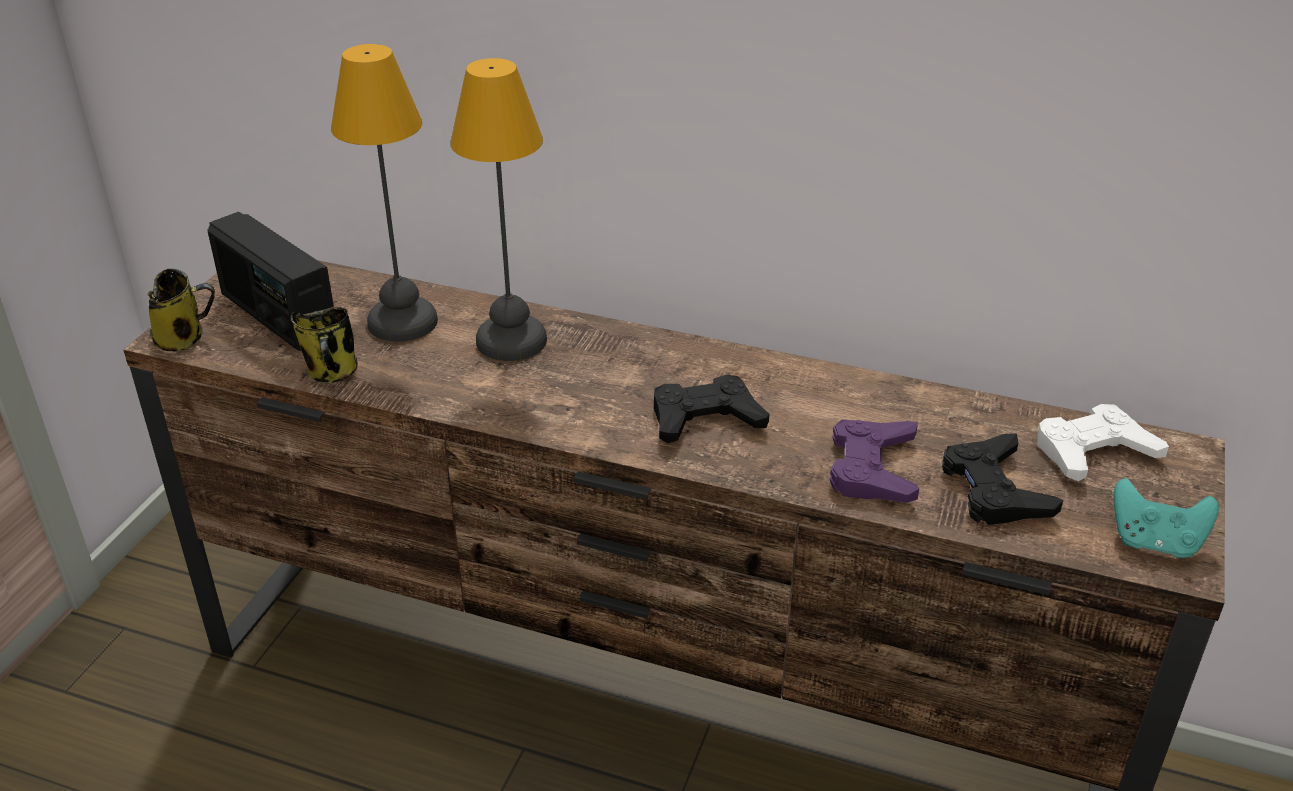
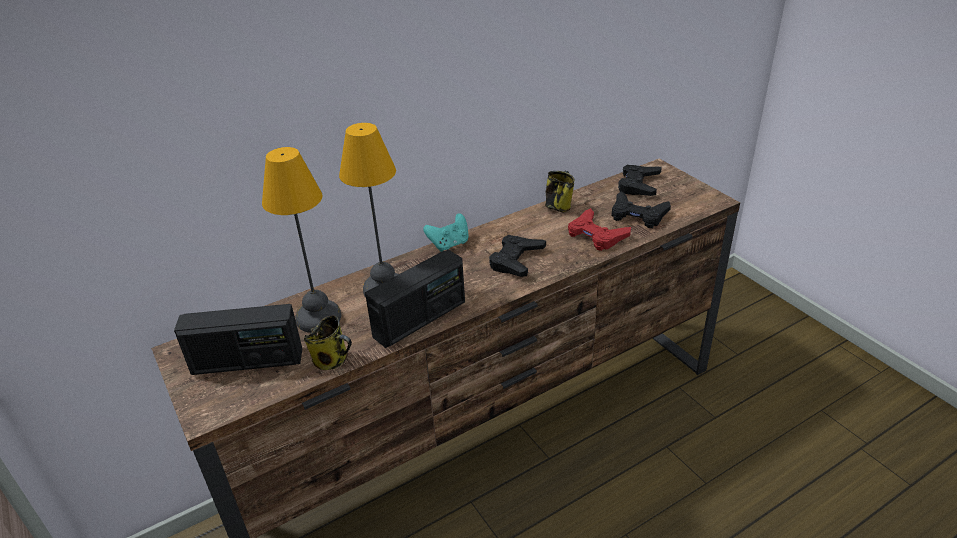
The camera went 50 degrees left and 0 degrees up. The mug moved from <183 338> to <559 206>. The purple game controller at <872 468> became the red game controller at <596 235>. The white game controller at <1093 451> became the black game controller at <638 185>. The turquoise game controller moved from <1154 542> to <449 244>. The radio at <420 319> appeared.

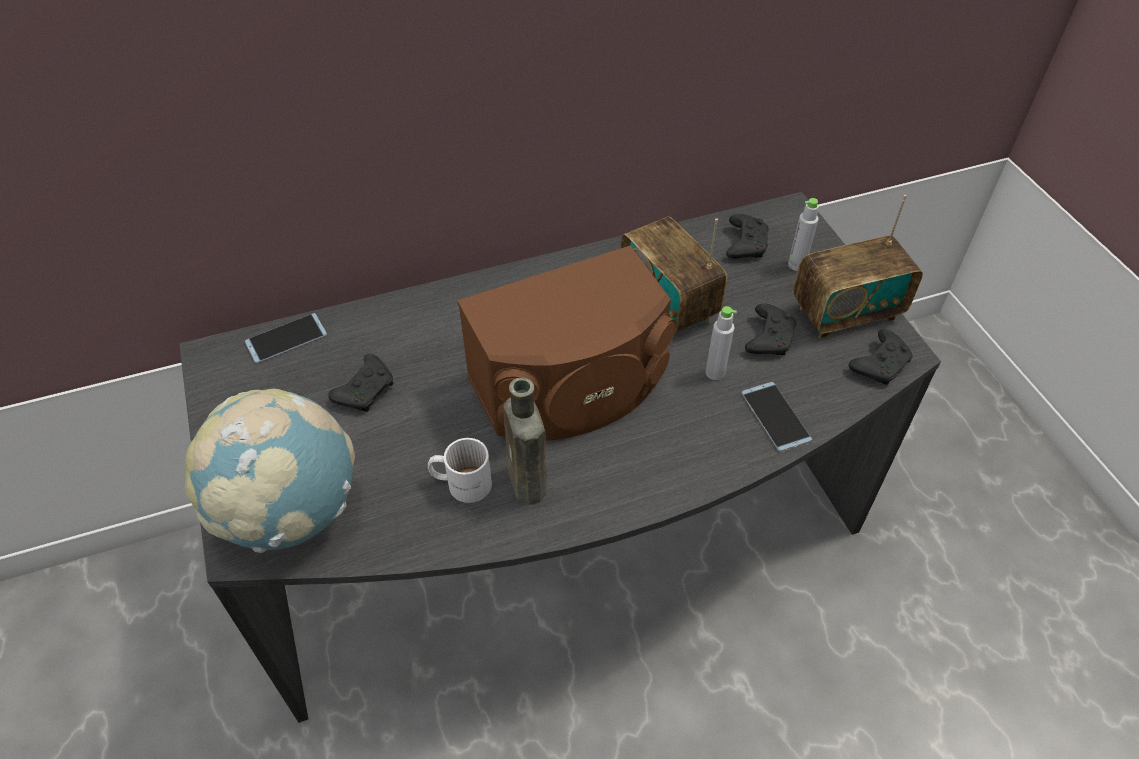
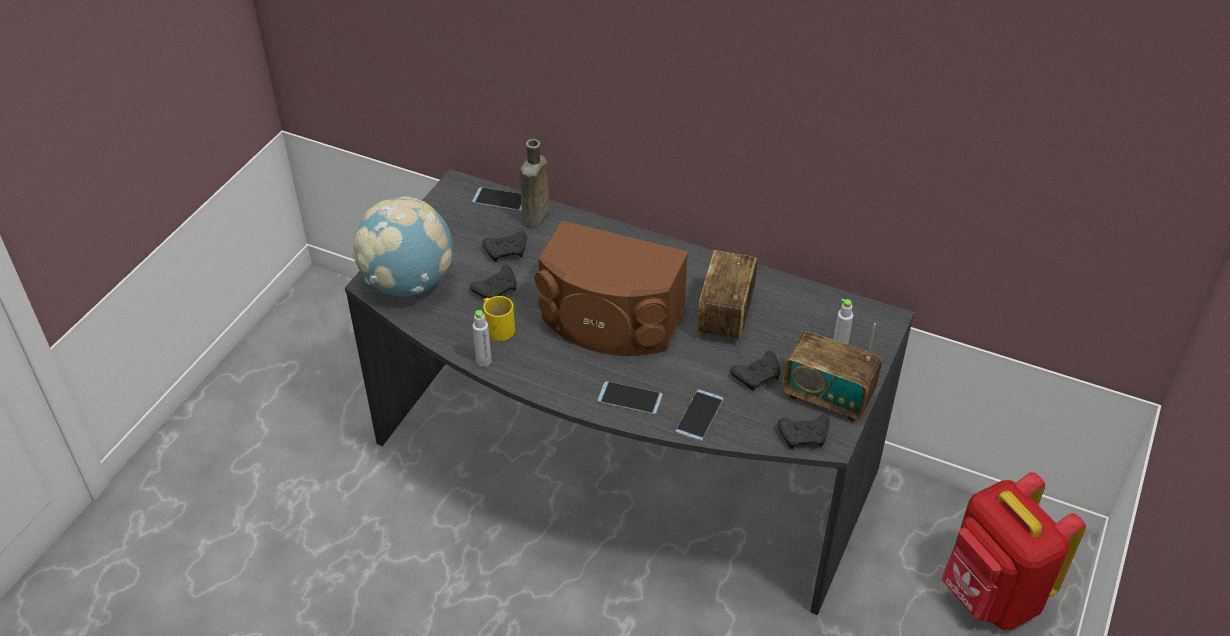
The camera went 45 degrees right and 5 degrees down. The white mug at <461 482> became the yellow mug at <498 326>. The brown bottle moved from <528 485> to <535 219>. The grey bottle moved from <715 372> to <484 361>. The black game controller moved from <745 244> to <497 289>. The phone at <630 398> appeared. The red backpack at <991 596> appeared.

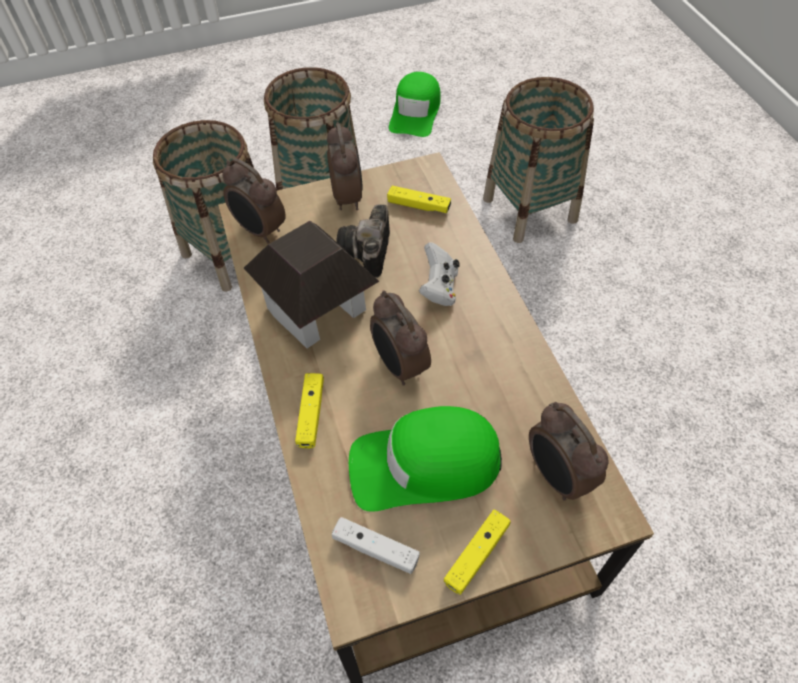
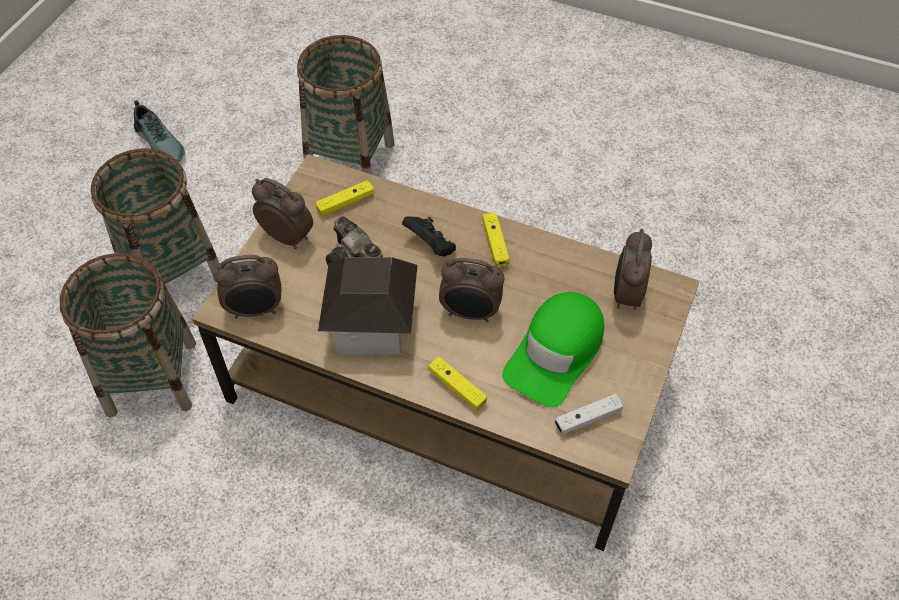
The camera went 50 degrees left and 0 degrees up. The green cap at <416 112> was replaced by the shoe at <161 143>. The white game controller at <439 288> became the black game controller at <431 246>. The yellow game controller moved from <476 555> to <495 244>. The alarm clock at <556 476> turned 90 degrees clockwise.

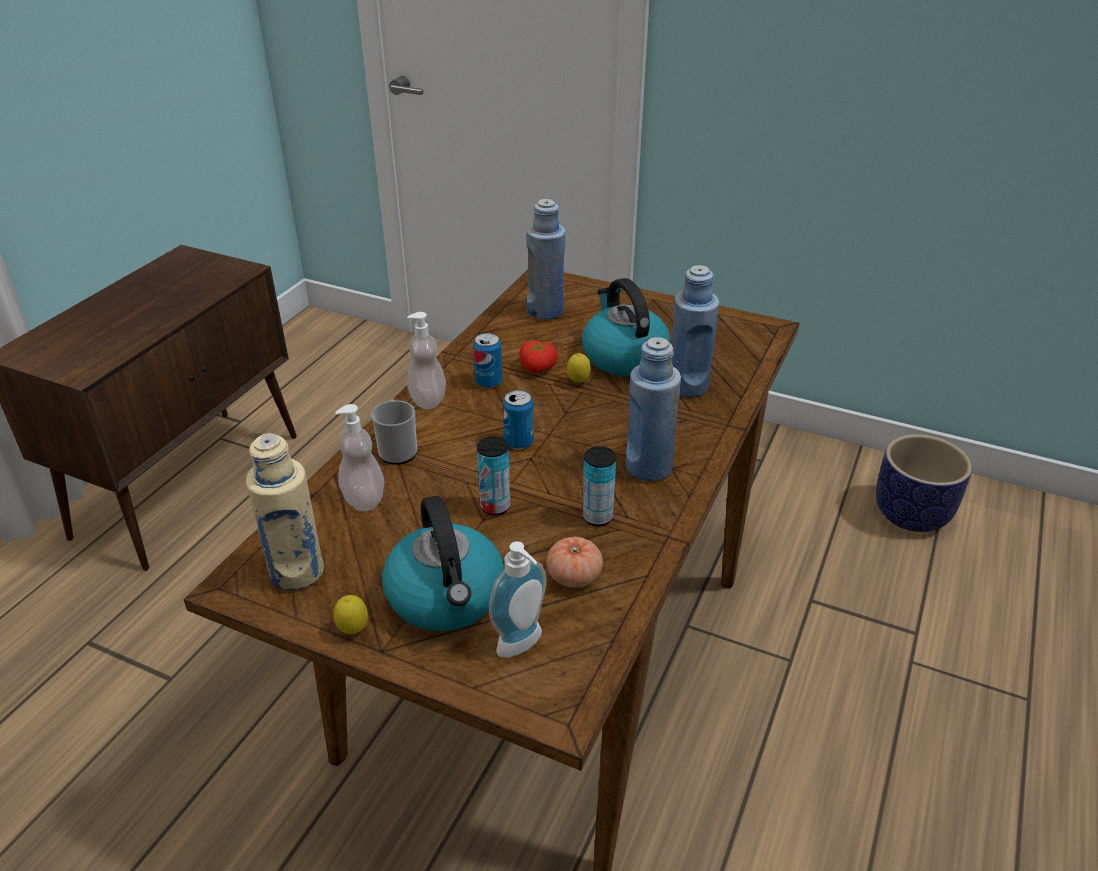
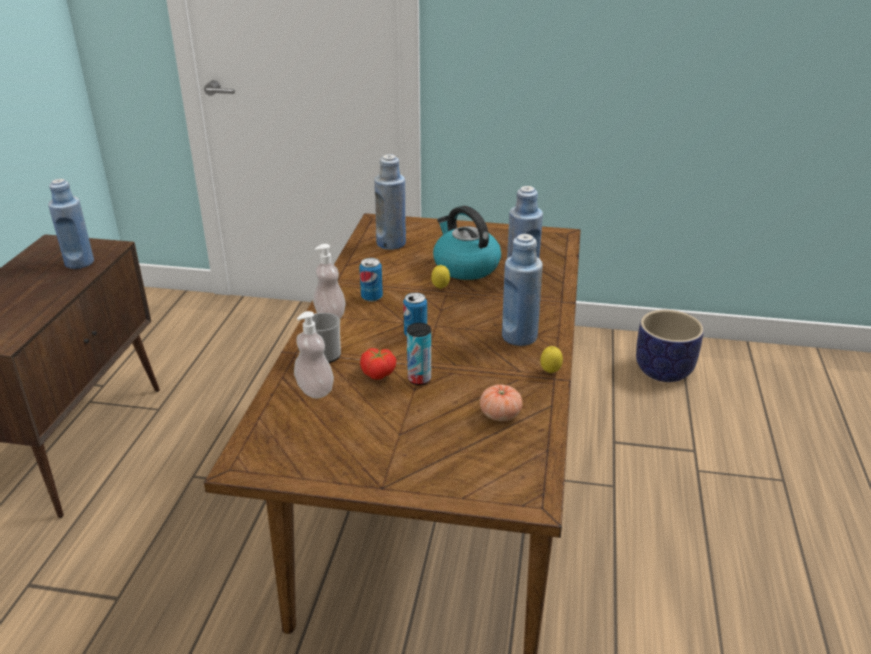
The camera went 15 degrees left and 5 degrees down. The beige bottle at <297 572> disappeared. The lemon moved from <353 631> to <550 372>. The kettle at <447 597> disappeared. The soap dispenser at <523 646> disappeared. The tomato moved from <538 368> to <379 373>. The can at <597 517> disappeared. The blue bottle at <79 263> appeared.

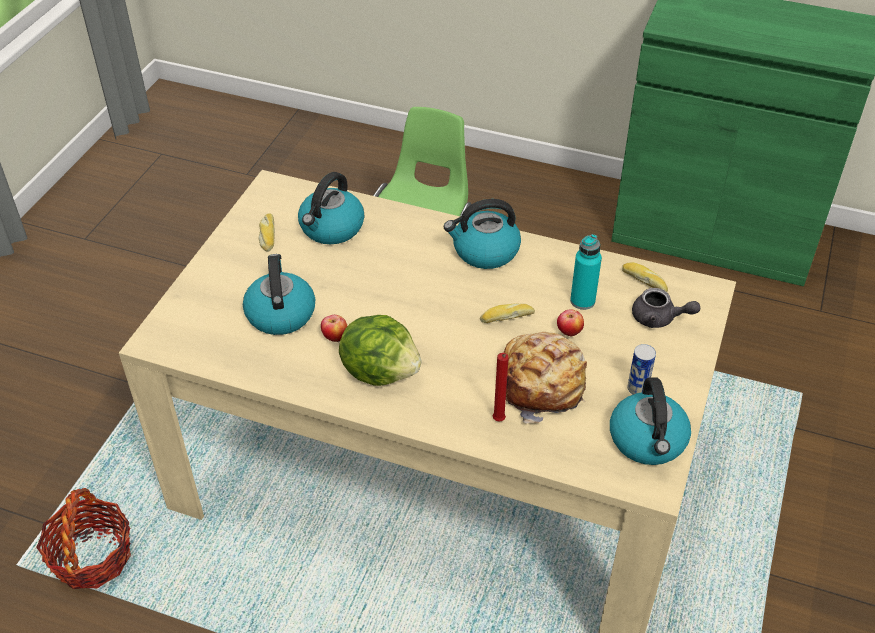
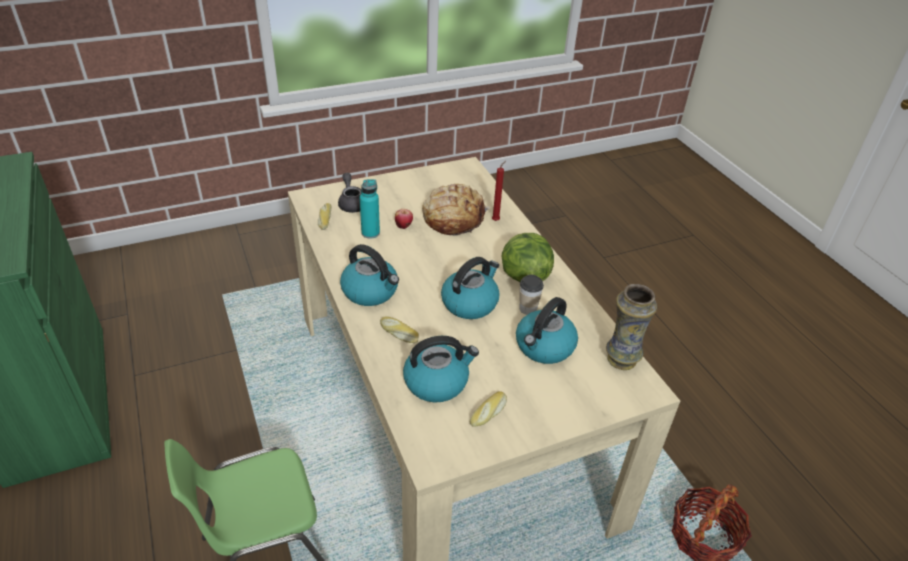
The camera went 135 degrees left and 5 degrees down. The apple at <335 338> was replaced by the cup at <528 308>. The bread moved from <506 317> to <398 333>. The kettle moved from <648 441> to <470 303>. The can at <637 388> disappeared. The vase at <621 359> appeared.

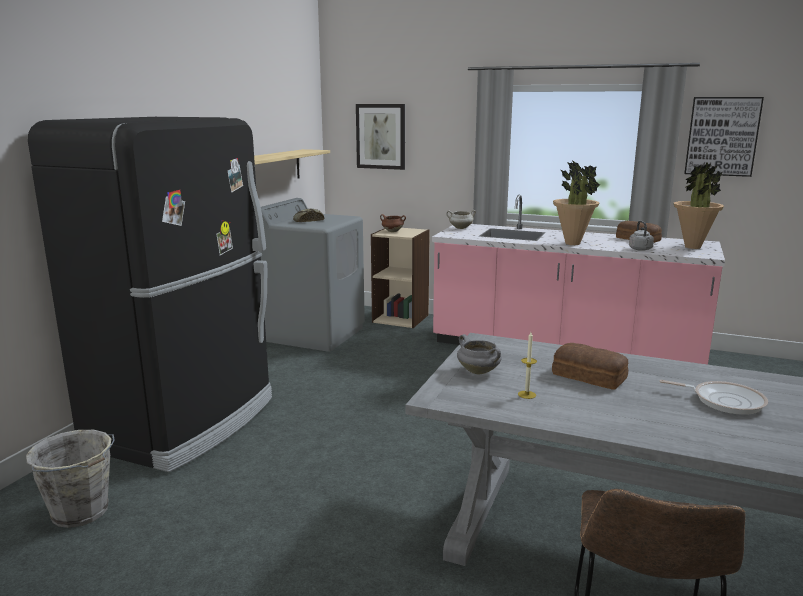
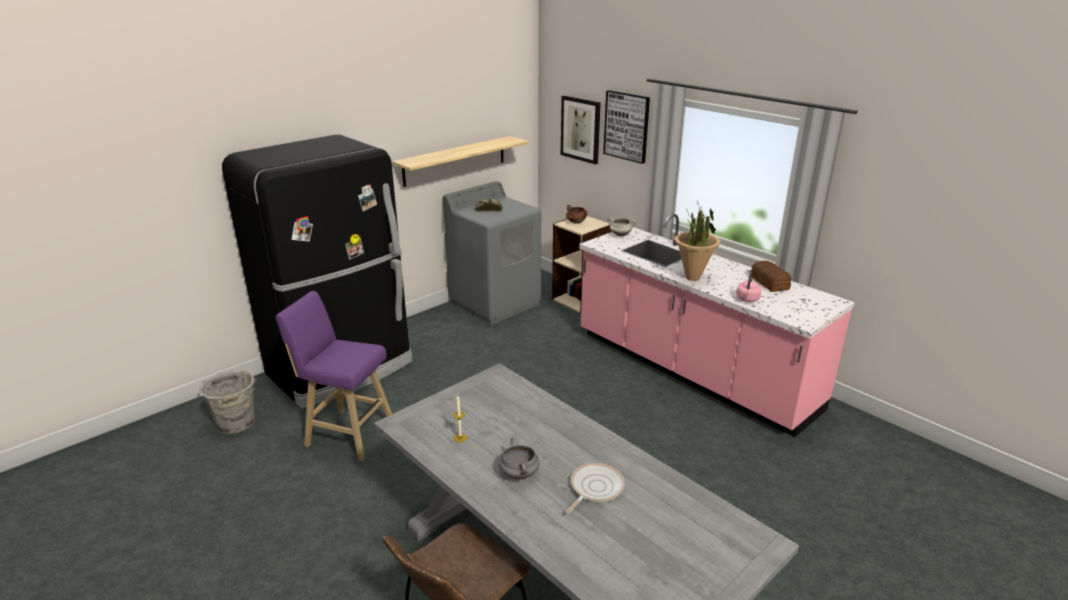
The camera went 25 degrees right and 10 degrees up. The grey cooking pot moved from <479 372> to <519 474>. The bread at <589 377> disappeared. The grey kettle at <641 249> became the pink kettle at <747 299>. The frying pan at <724 401> turned 105 degrees counterclockwise. The potted plant at <692 247> disappeared. The picture moved from <722 136> to <627 126>. The purple stool at <347 434> appeared.

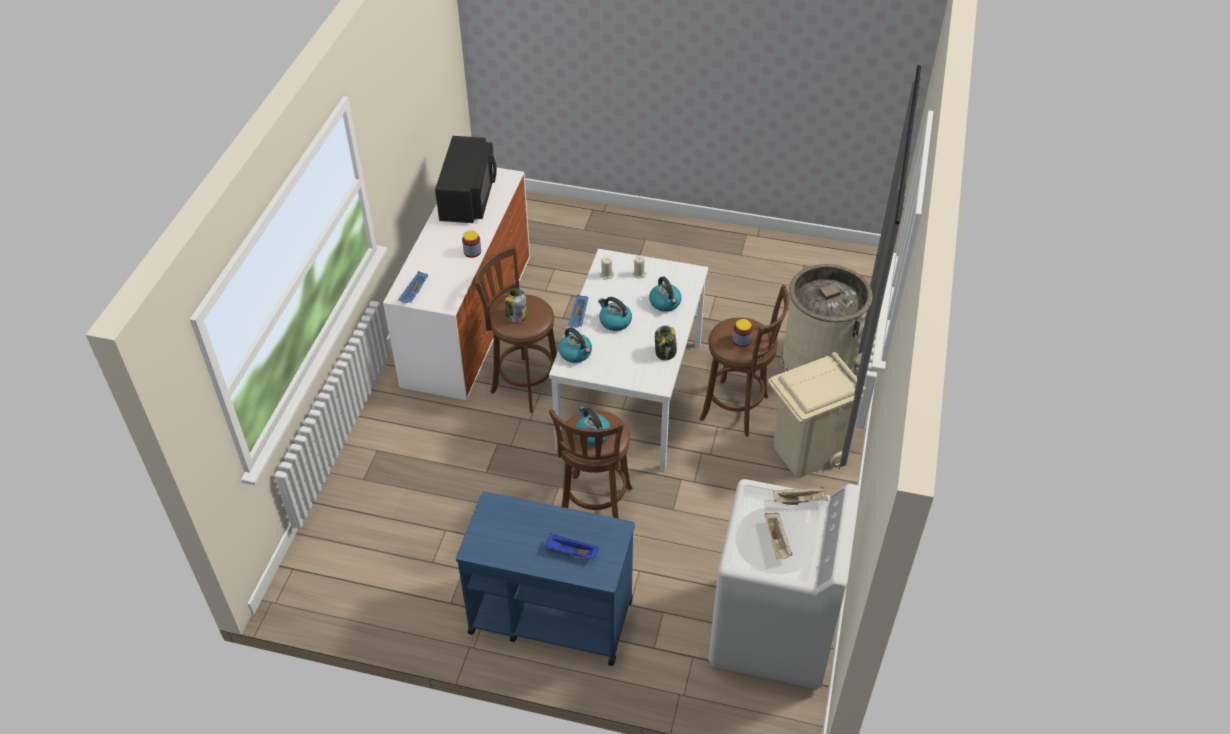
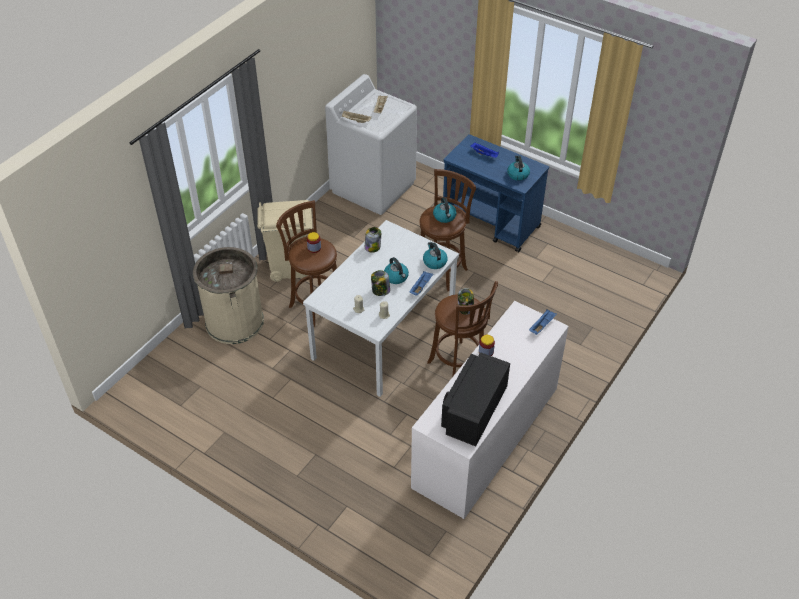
The camera went 160 degrees left and 0 degrees up. The kettle moved from <665 303> to <517 174>. The jar at <380 291> appeared.

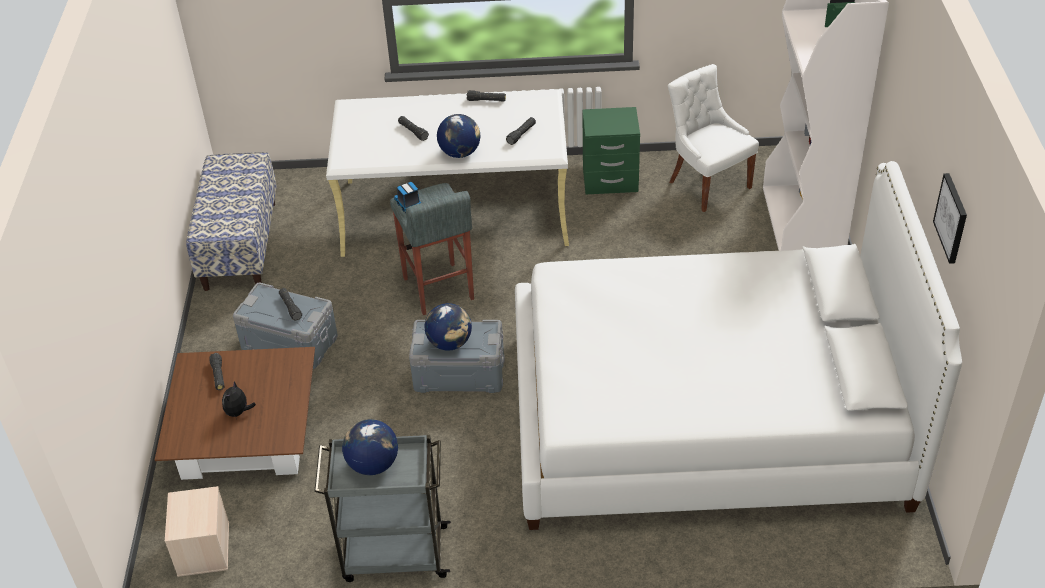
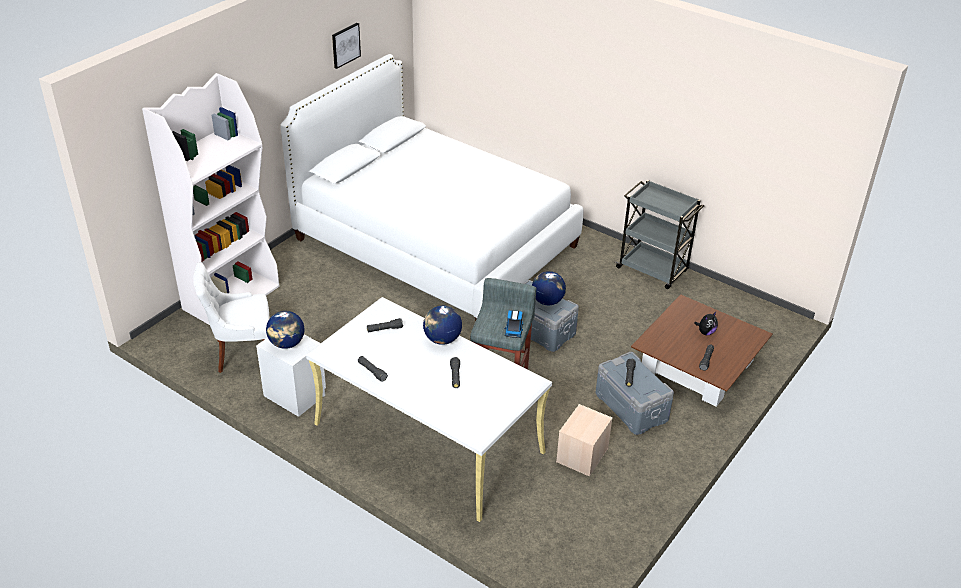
The camera went 145 degrees left and 5 degrees down. The beige storage box moved from <202 548> to <582 455>. The bench at <240 245> disappeared. The globe moved from <373 464> to <287 344>. The green nightstand at <610 180> became the white nightstand at <295 395>. The white chair at <707 184> turned 75 degrees clockwise.

